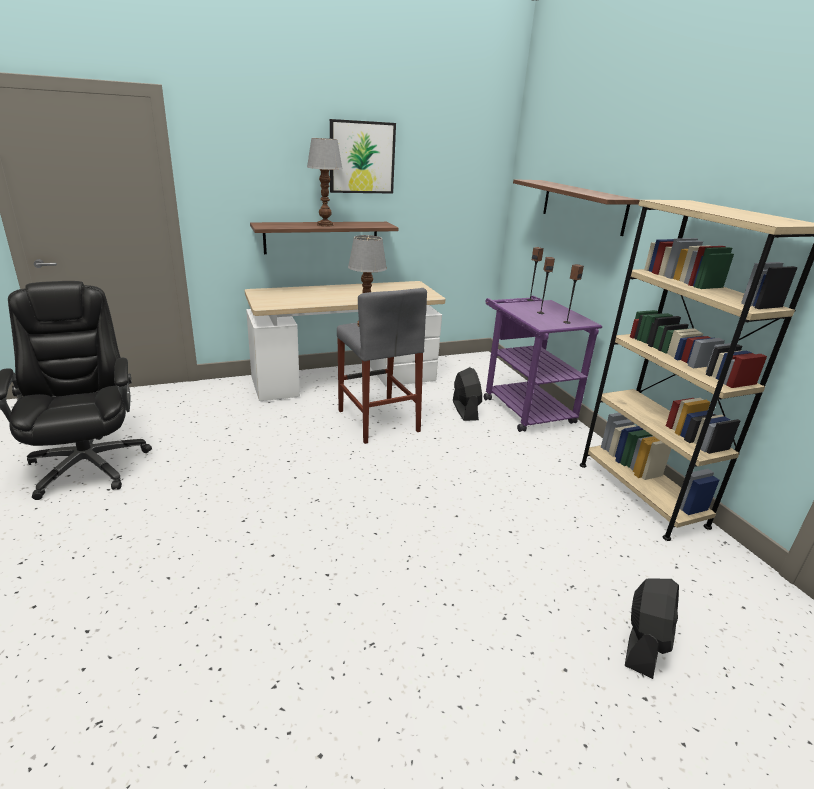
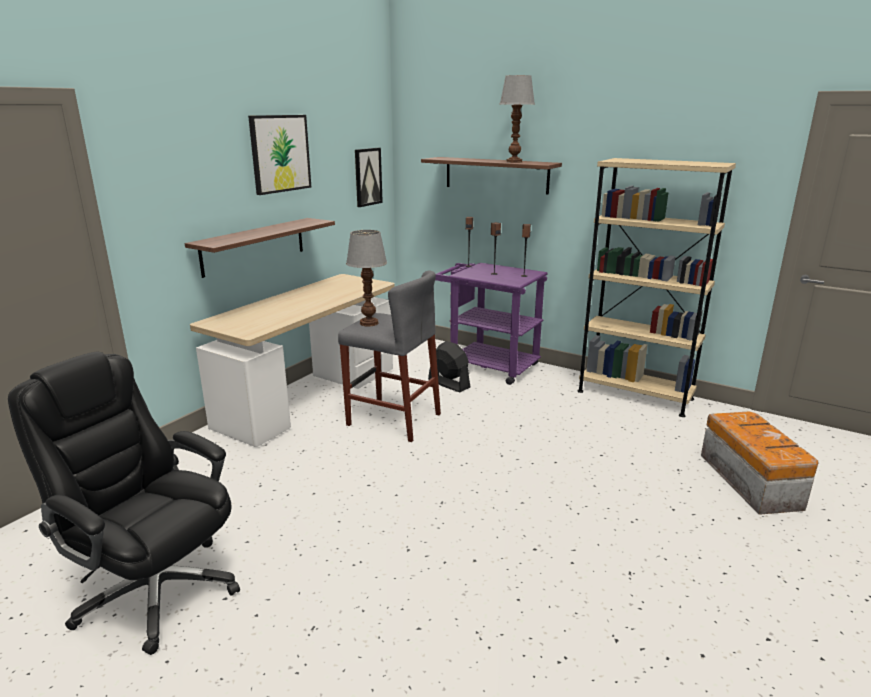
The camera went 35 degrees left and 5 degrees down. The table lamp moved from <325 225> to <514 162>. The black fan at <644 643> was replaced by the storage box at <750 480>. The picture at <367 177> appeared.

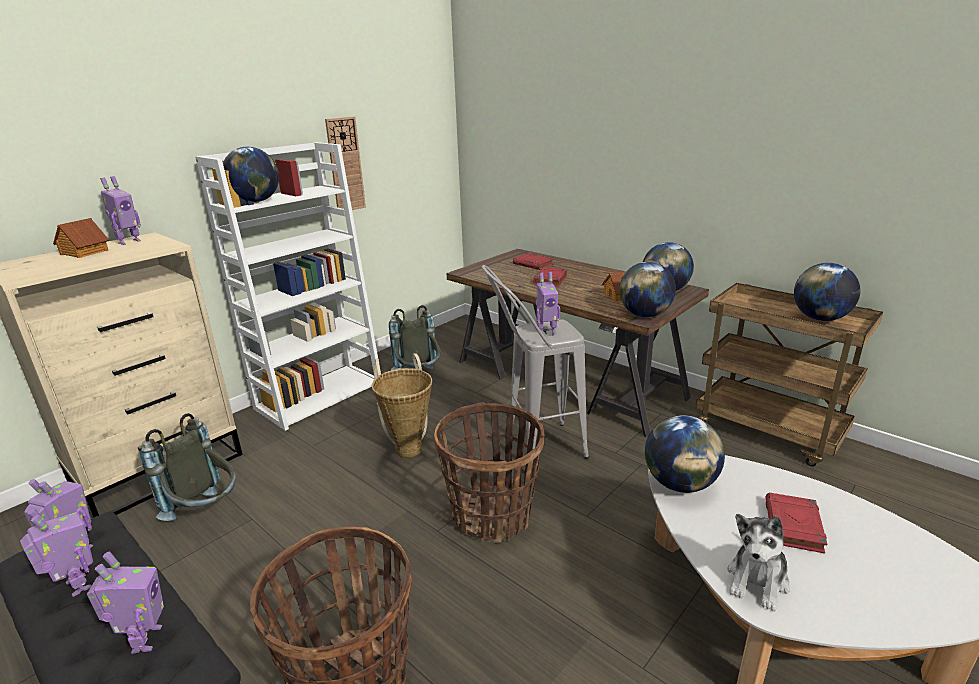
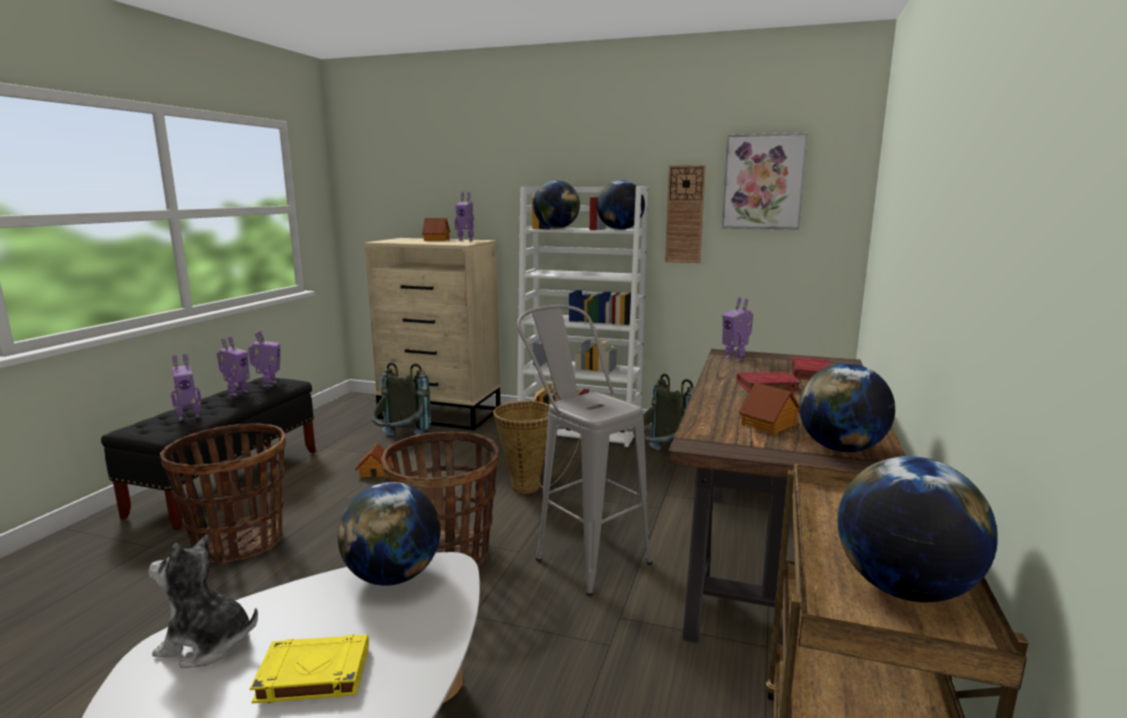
The camera went 65 degrees right and 10 degrees down. The toy robot moved from <546 331> to <735 359>. The globe moved from <644 315> to <620 229>. The red book at <793 526> became the yellow book at <312 674>. The toy house at <376 472> appeared. The picture at <763 182> appeared.

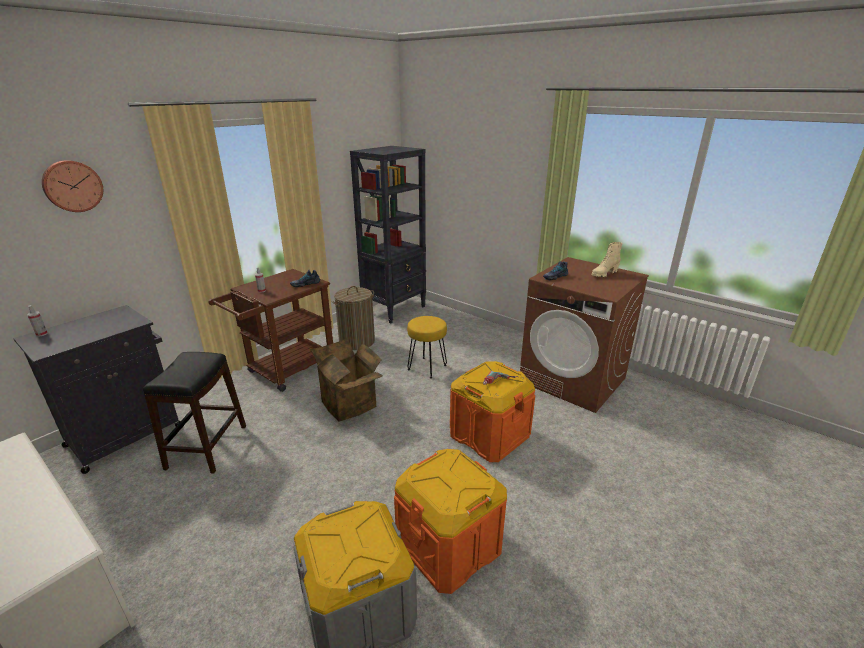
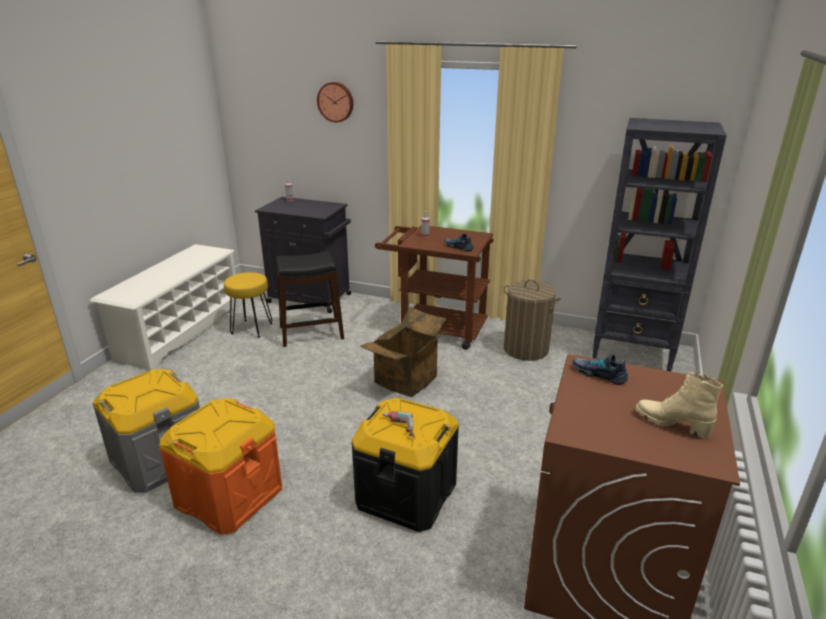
The camera went 70 degrees right and 0 degrees up. The yellow stool moved from <427 367> to <252 328>. The orange storage box at <489 435> became the black storage box at <406 494>.

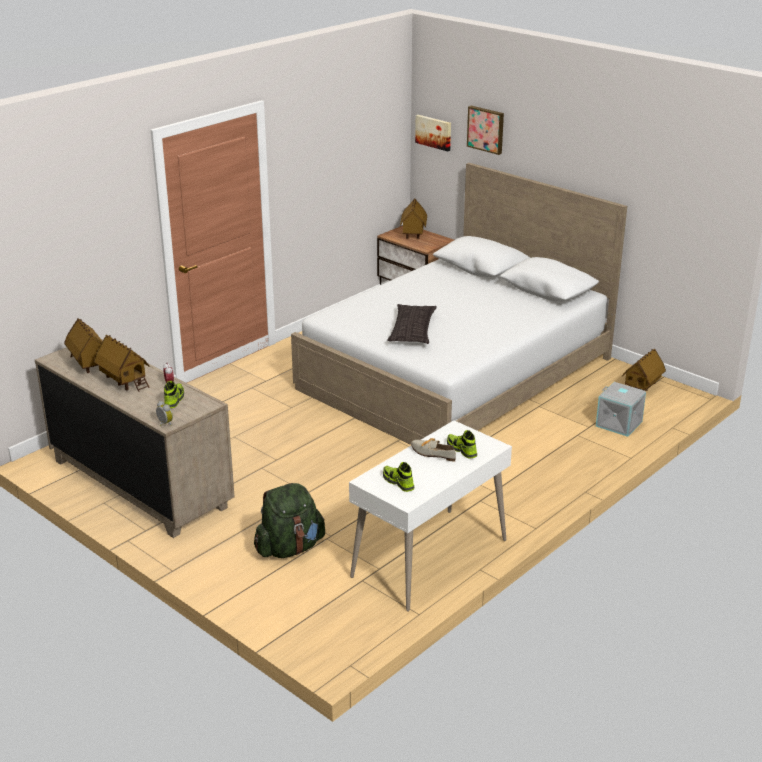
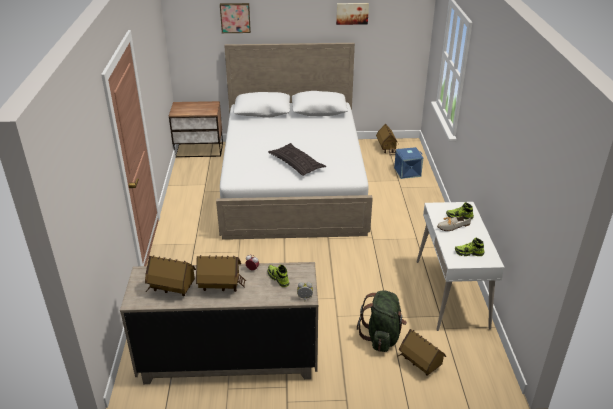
The camera went 45 degrees left and 5 degrees up. The toy house moved from <413 234> to <420 364>. The picture moved from <434 132> to <352 13>. The grey storage box at <619 423> became the blue storage box at <407 172>.

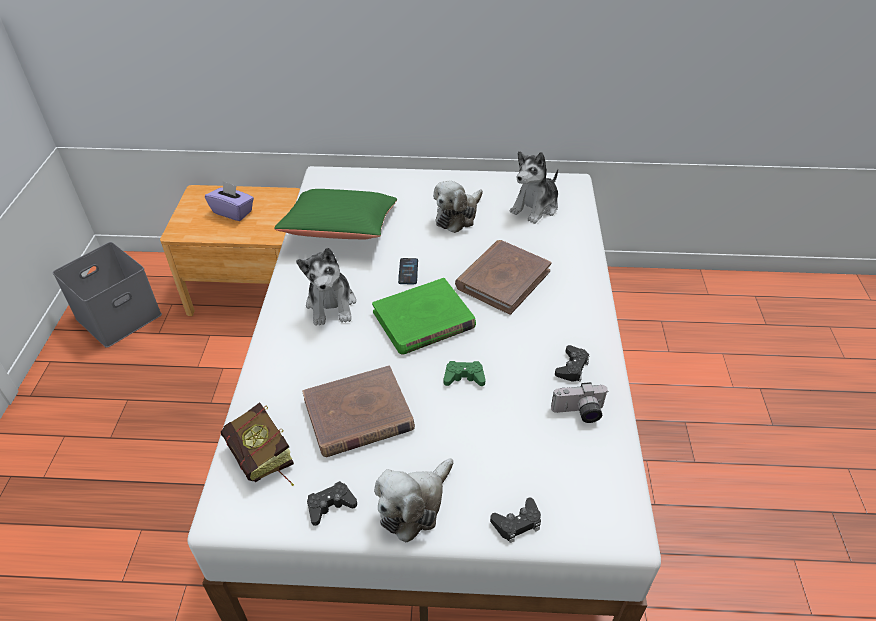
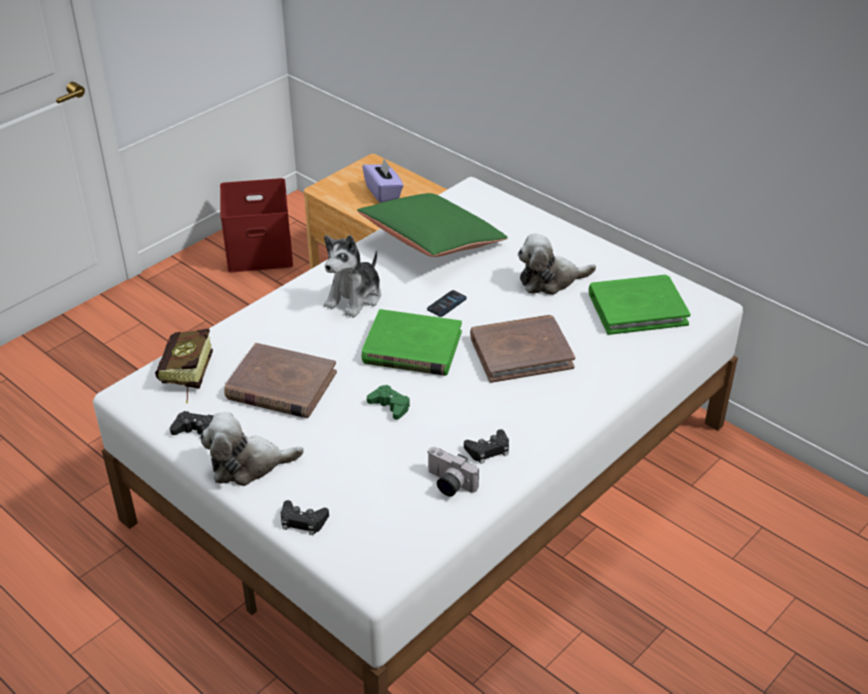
The camera went 40 degrees right and 5 degrees down. The grey storage box at <119 315> became the red storage box at <261 250>. The plush toy at <535 207> was replaced by the green book at <637 308>.

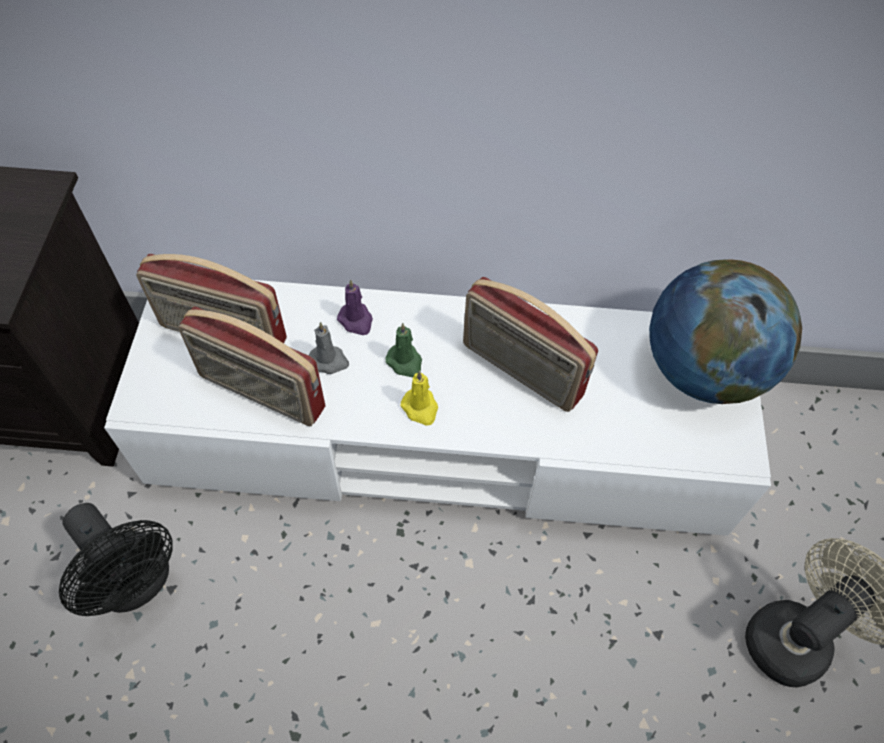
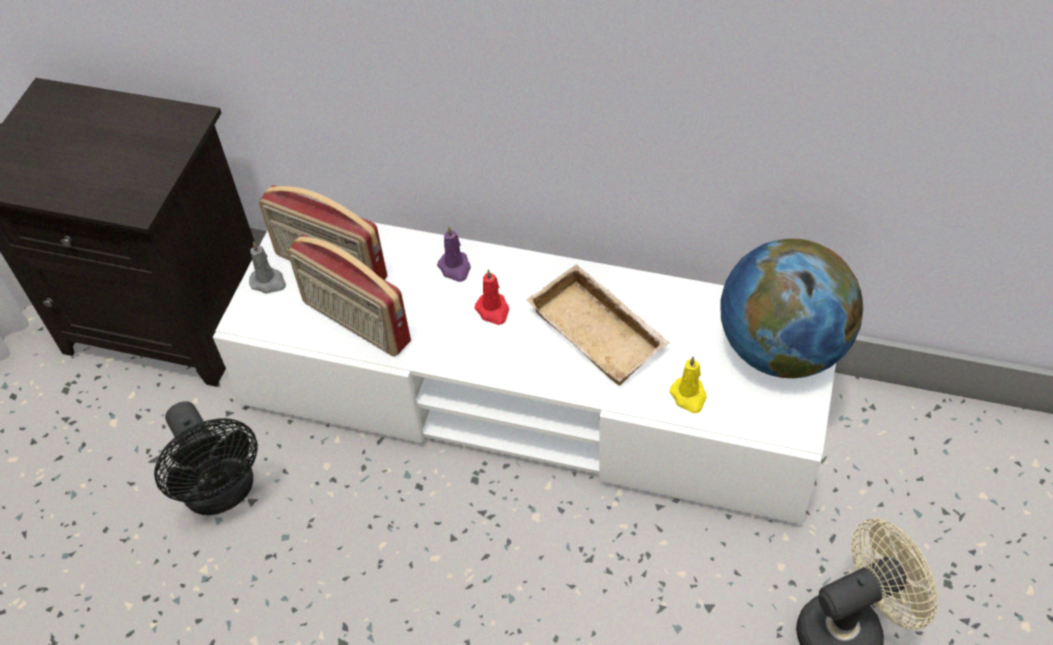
The camera went 15 degrees right and 5 degrees down. The grey candle moved from <329 361> to <268 282>. The green candle at <405 362> became the red candle at <493 310>. The yellow candle moved from <420 408> to <689 396>. The radio at <520 371> was replaced by the beige tray at <601 330>.

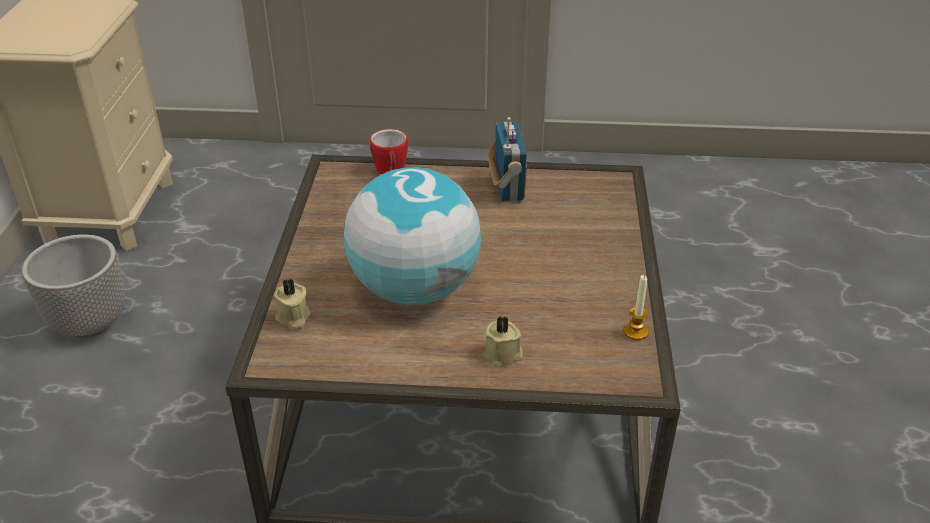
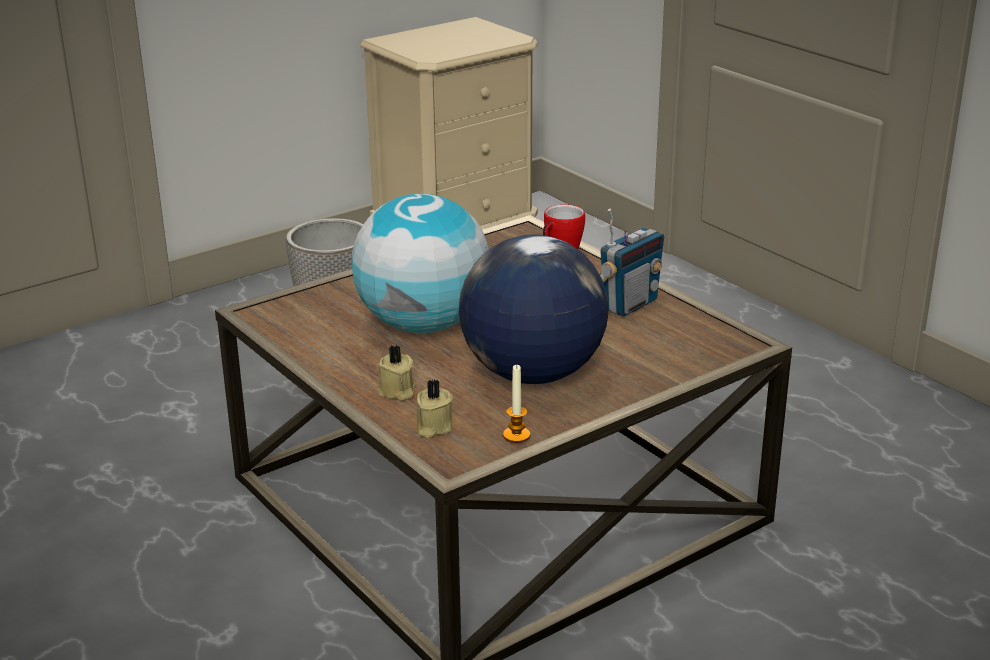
The camera went 50 degrees right and 10 degrees down. The beige candle moved from <293 318> to <432 427>. The globe at <532 373> appeared.

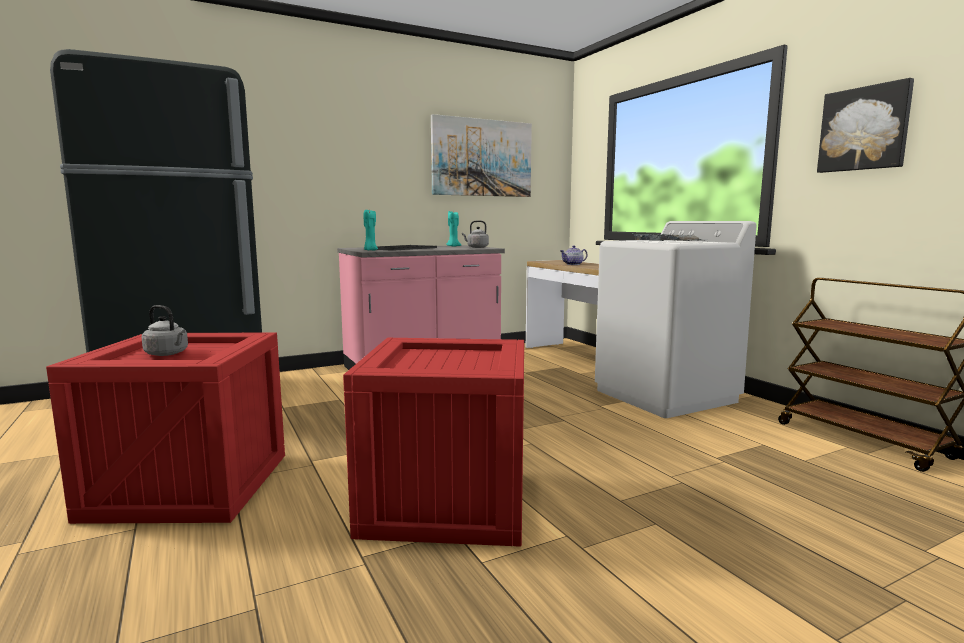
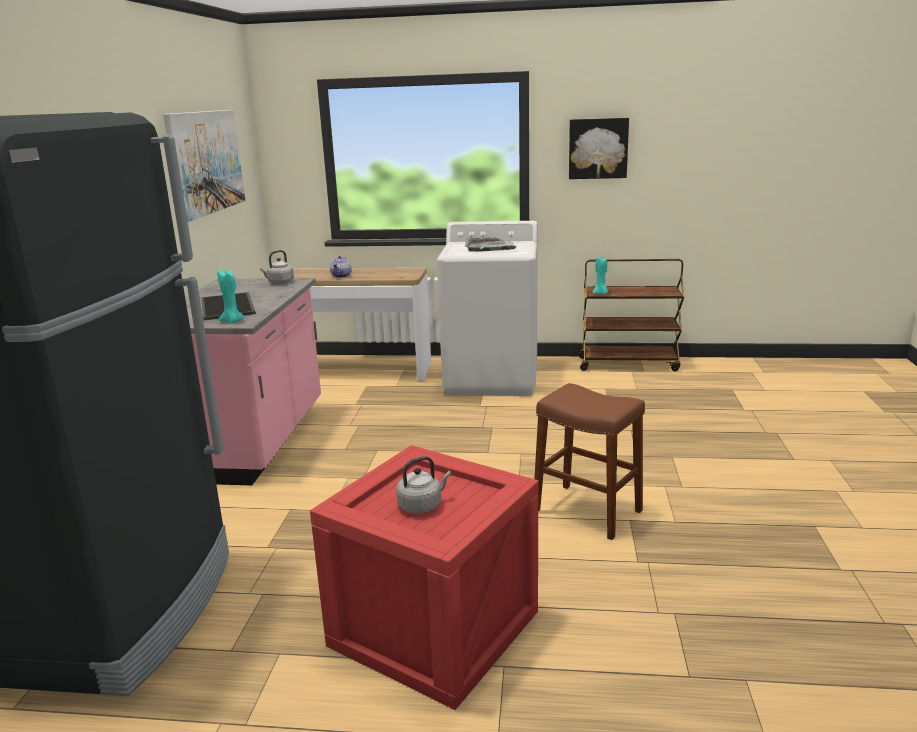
The camera went 55 degrees left and 10 degrees up. The crate at <448 502> was replaced by the brown stool at <587 511>. The turquoise candle moved from <453 246> to <600 293>.

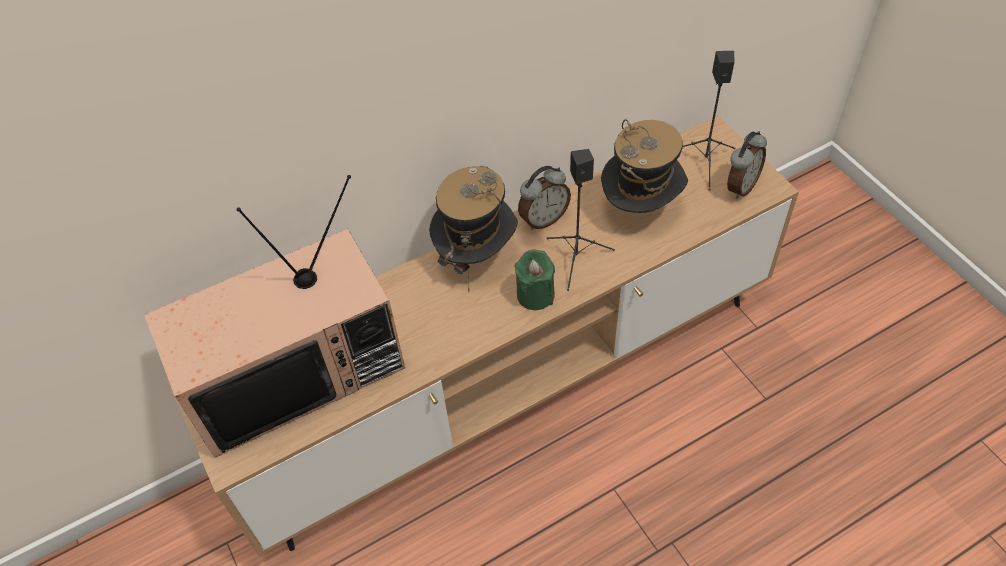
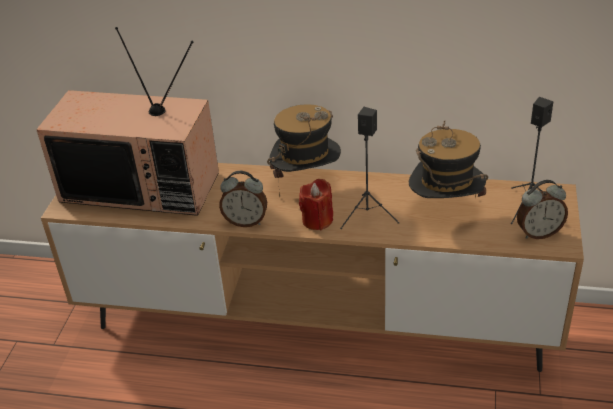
The camera went 40 degrees right and 15 degrees down. The green candle at <535 295> became the red candle at <317 220>. The alarm clock moved from <543 219> to <246 221>.

